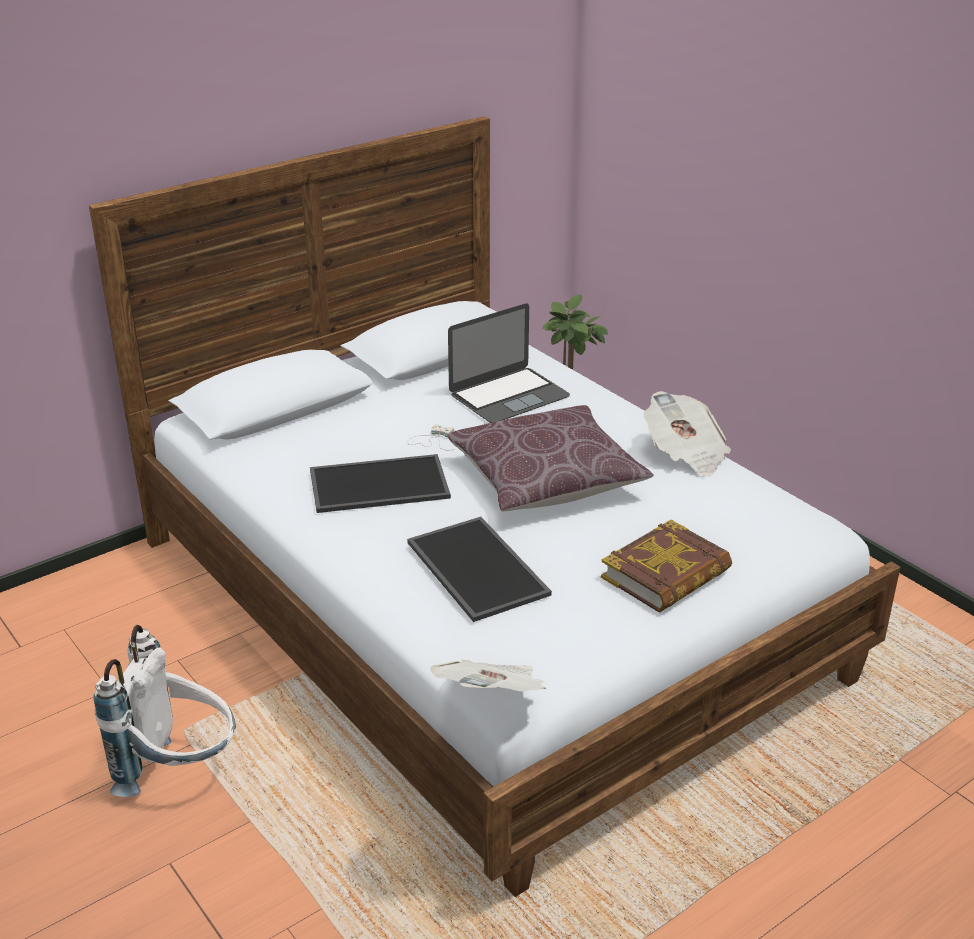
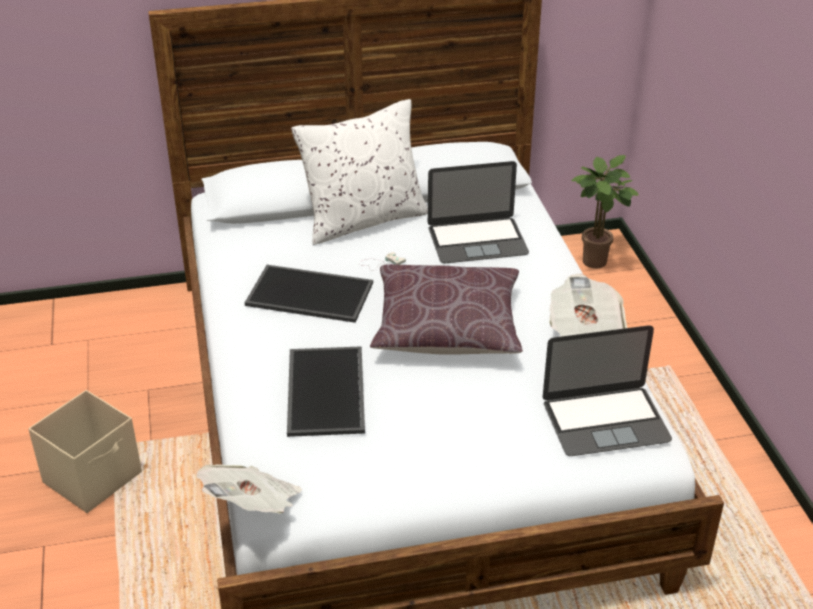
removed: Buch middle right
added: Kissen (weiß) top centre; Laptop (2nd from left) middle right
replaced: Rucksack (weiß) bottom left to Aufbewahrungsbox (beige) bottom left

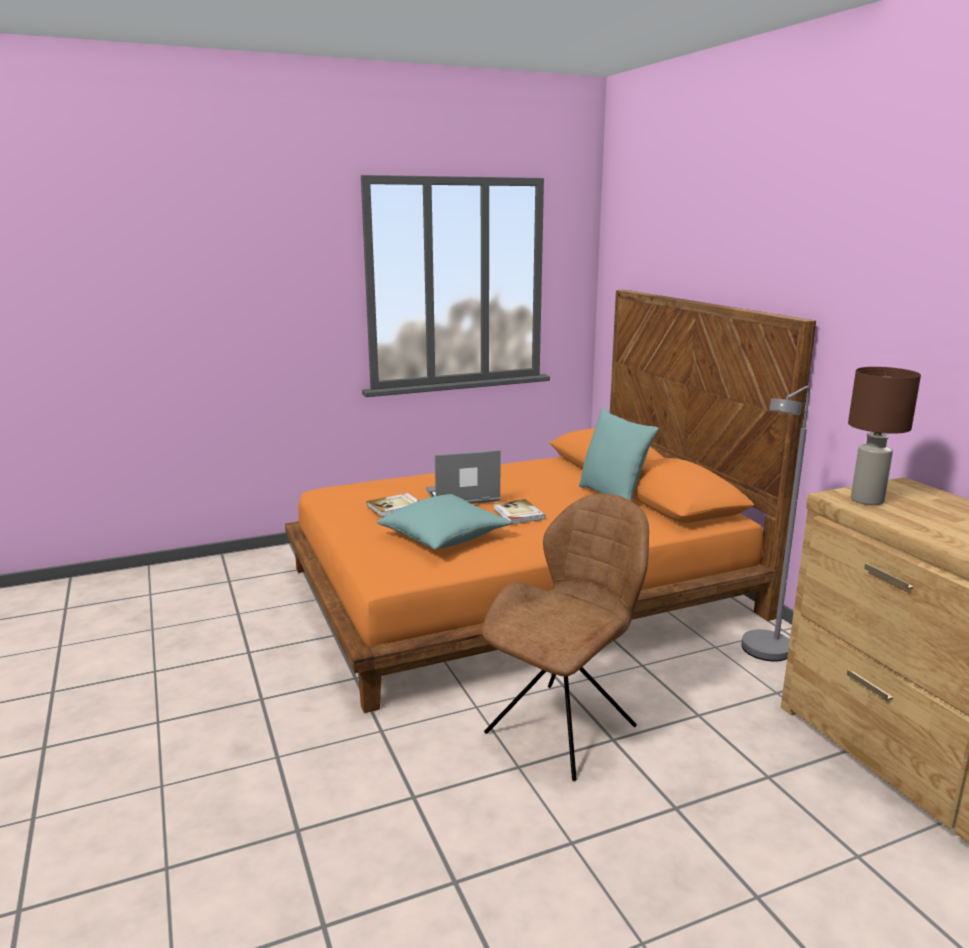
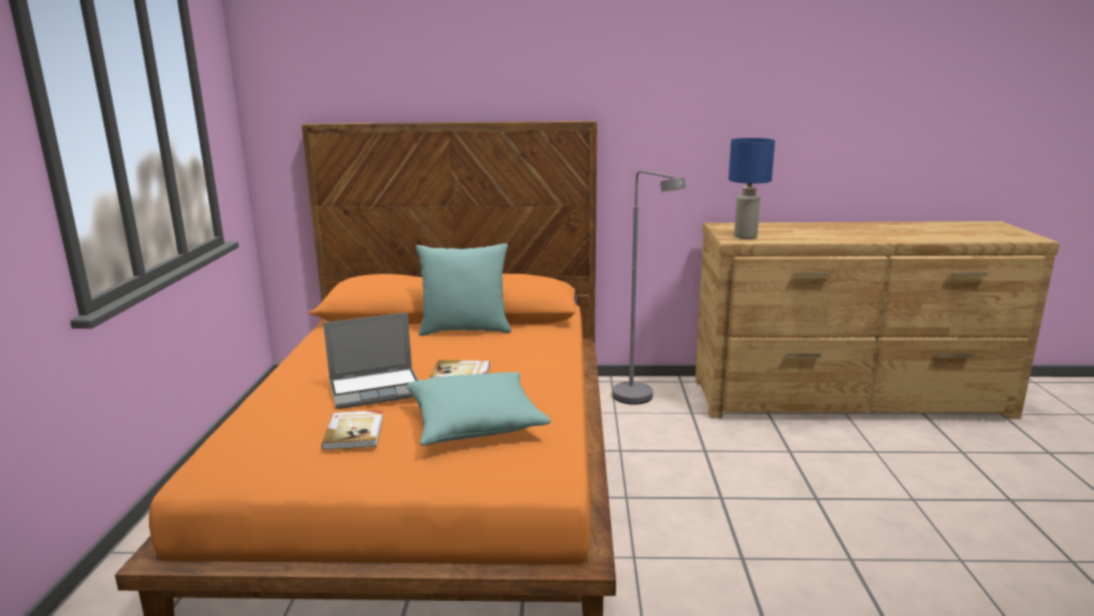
removed: Stuhl (braun) bottom centre
recoloured: Tischlampe (braun) middle right to Tischlampe (blau) top right
turned: Laptop centre = centre 120 degrees counterclockwise

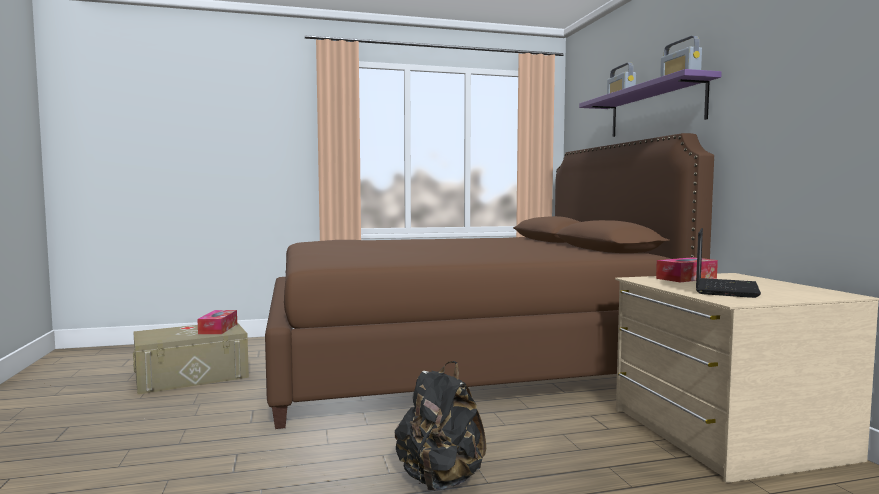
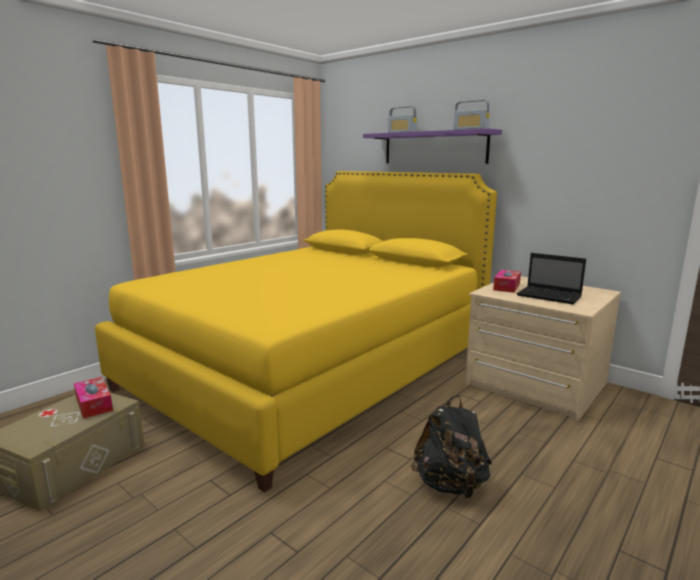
recoloured: Bett (braun) centre to Bett (gelb) centre
turned: Laptop middle right = middle right 135 degrees clockwise

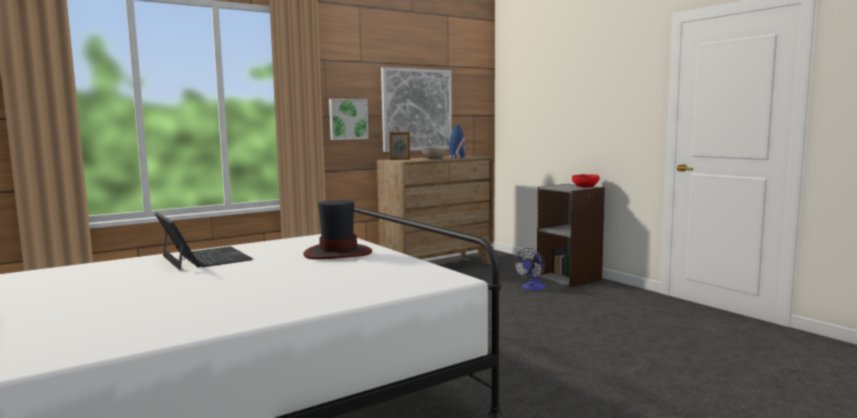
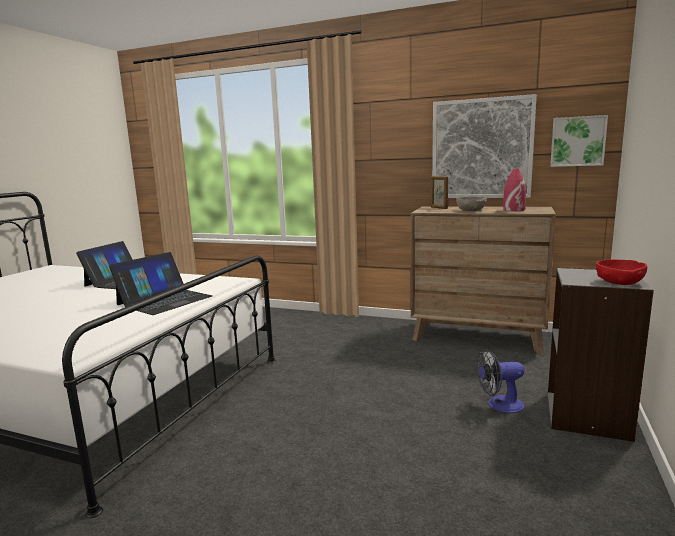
moved: Bild (1st from left in the first image) top centre to Bild (2nd from left) top right
replaced: Hut centre to Laptop (2nd from left) middle left
recoloured: Vase (blau) centre to Vase (rot) middle right

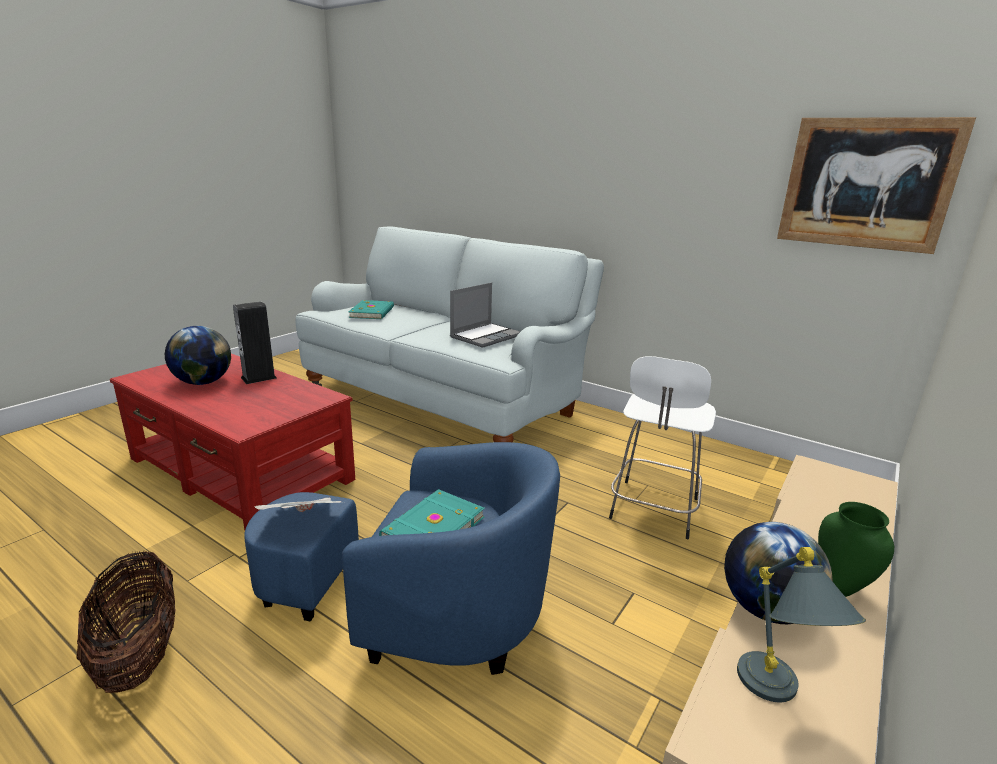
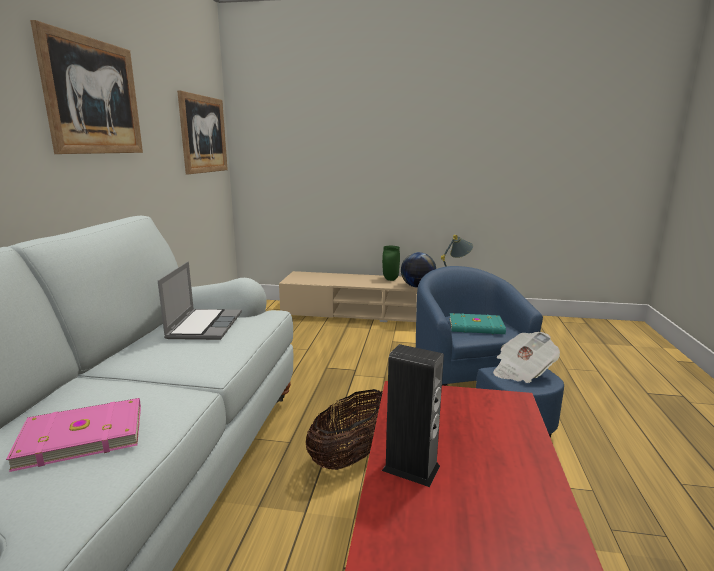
removed: Globus (1st from left) middle left; Hocker (weiß) centre
added: Bild (1st from left) top left
moved: Korb bottom left to bottom centre
recoloured: Buch (türkis) (1st from left) centre to Buch (rosa) bottom left
turned: Laptop centre = middle left 75 degrees clockwise

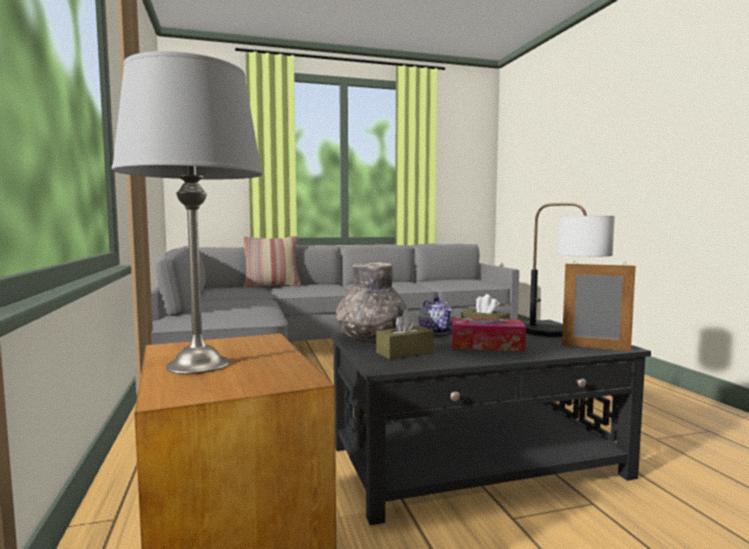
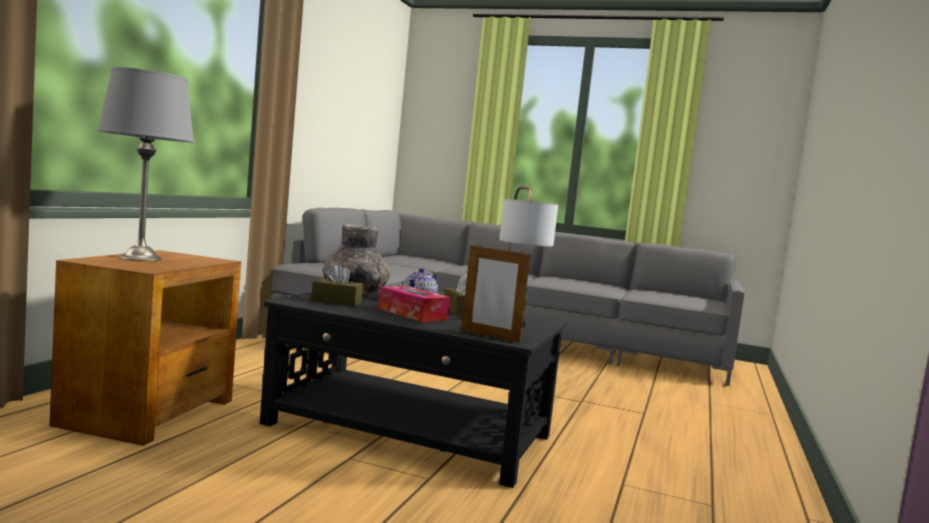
removed: Kissen centre
turned: Bilderrahmen middle right = centre 150 degrees clockwise

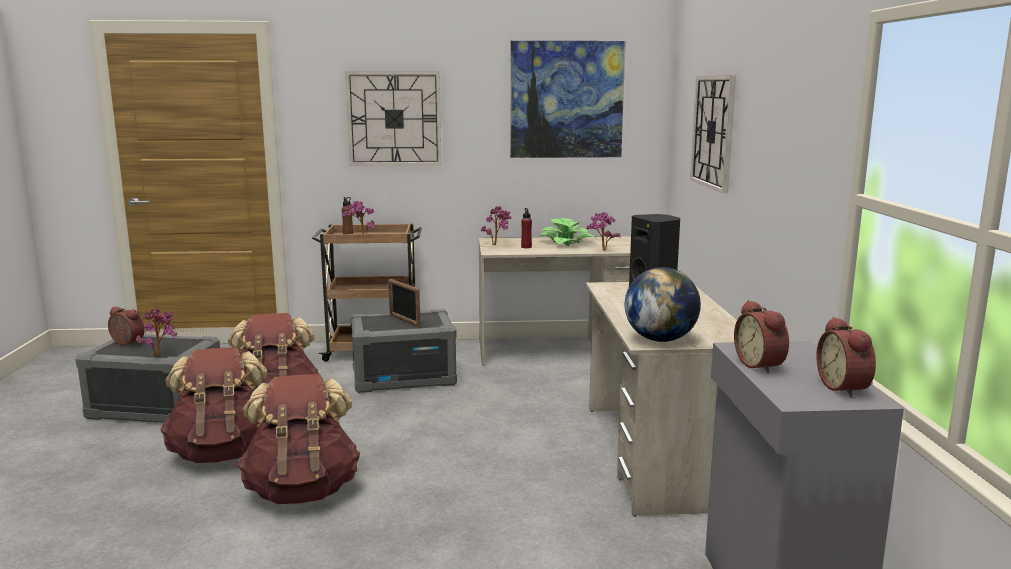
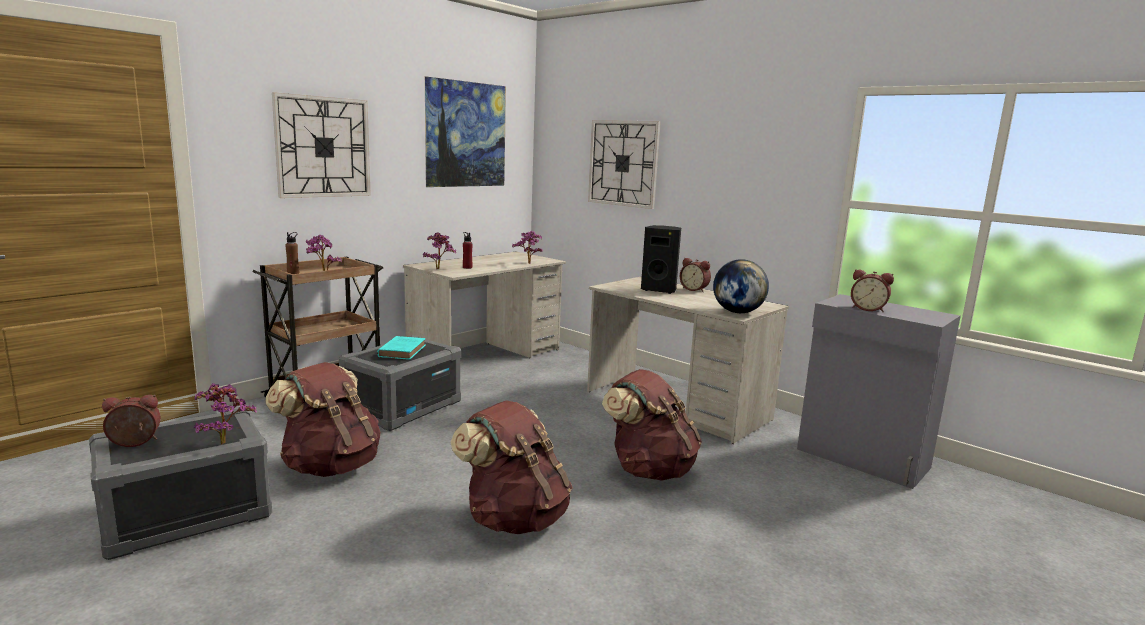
removed: Topfpflanze (4th from left) centre
moved: Wecker (3rd from left in the first image) middle right to Wecker (2nd from left) centre; Rucksack (braun) (1st from left in the first image) bottom left to Rucksack (braun) (3rd from left) bottom centre
replaced: Bilderrahmen centre to Buch (türkis) centre

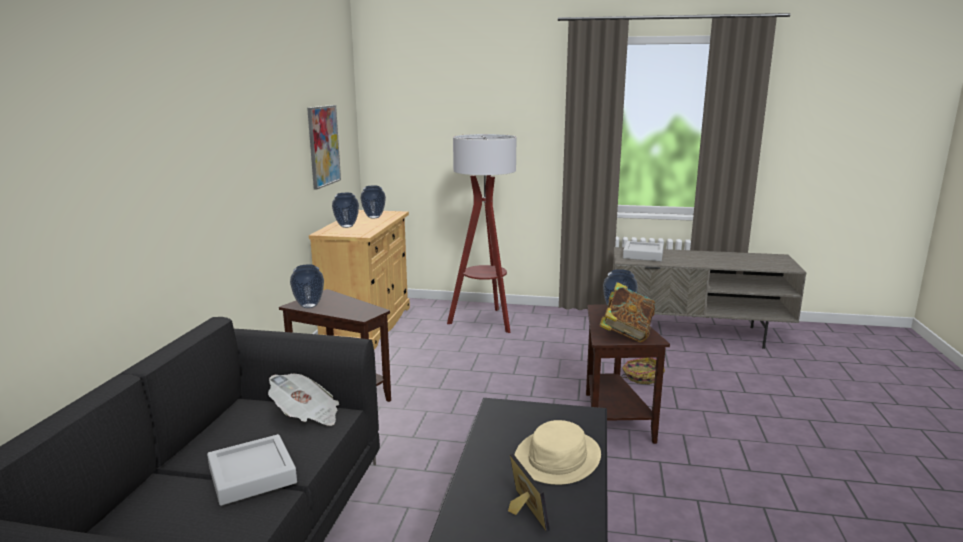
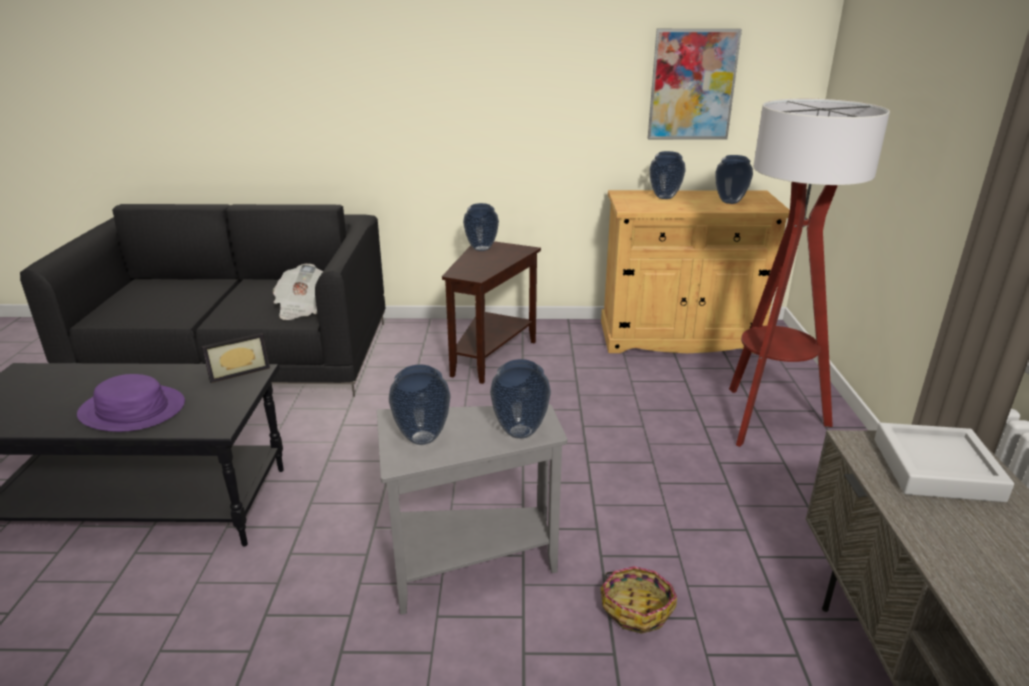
removed: Tablett (grau) (1st from left) bottom left
moved: Bilderrahmen bottom centre to middle left
replaced: Buch centre to Vase (1st from left) centre
recoloured: Beistelltisch (braun) (2nd from left) bottom centre to Beistelltisch (grau) bottom centre; Hut (beige) bottom centre to Hut (lila) middle left

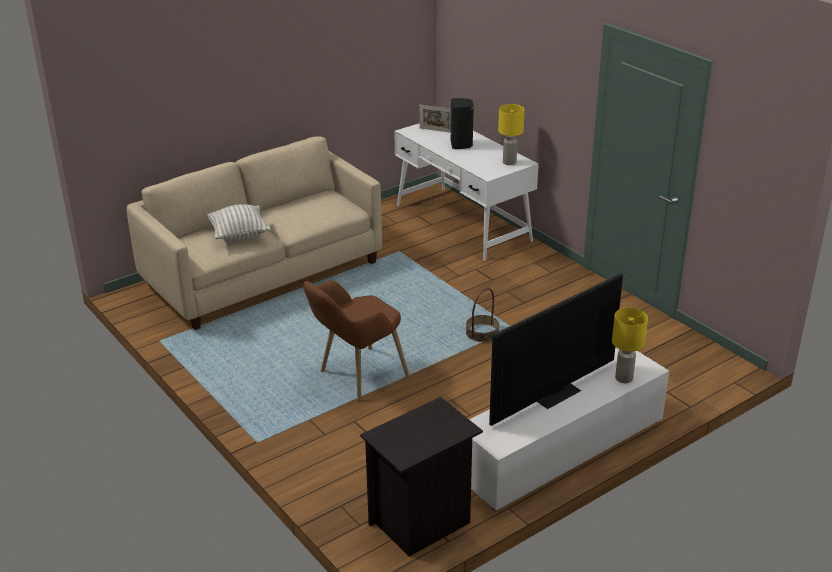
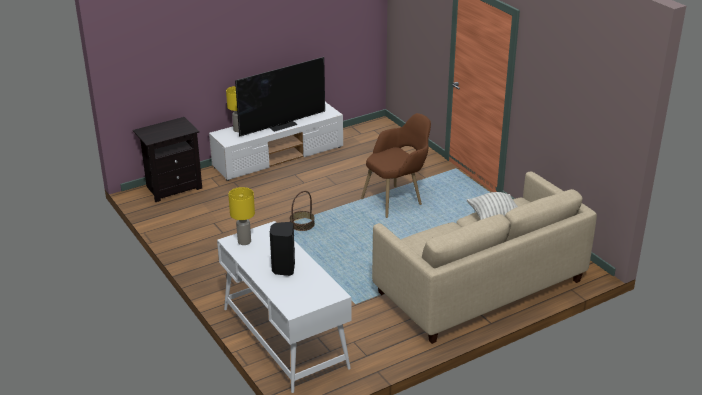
removed: Bilderrahmen top centre
moved: Nachttisch (schwarz) bottom centre to middle left

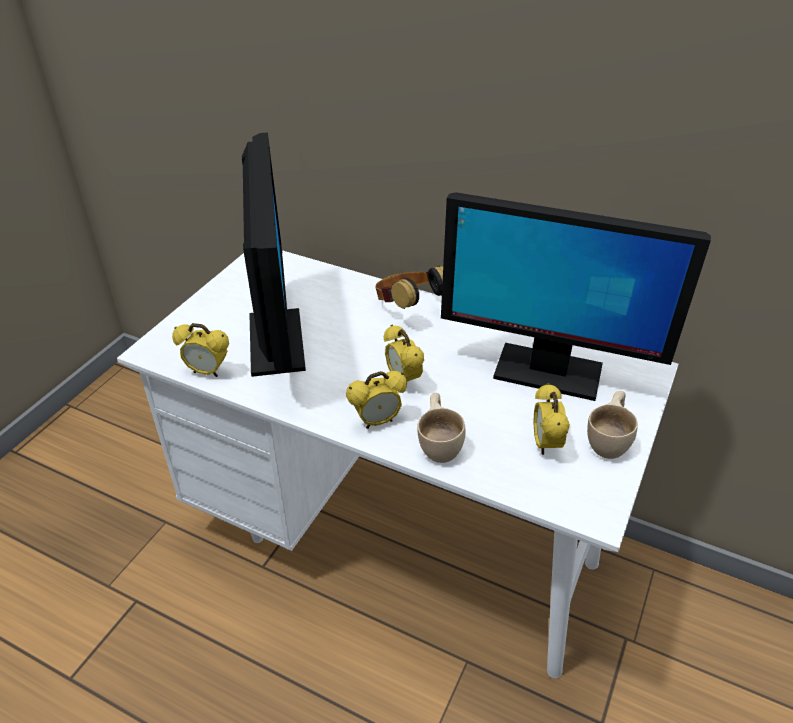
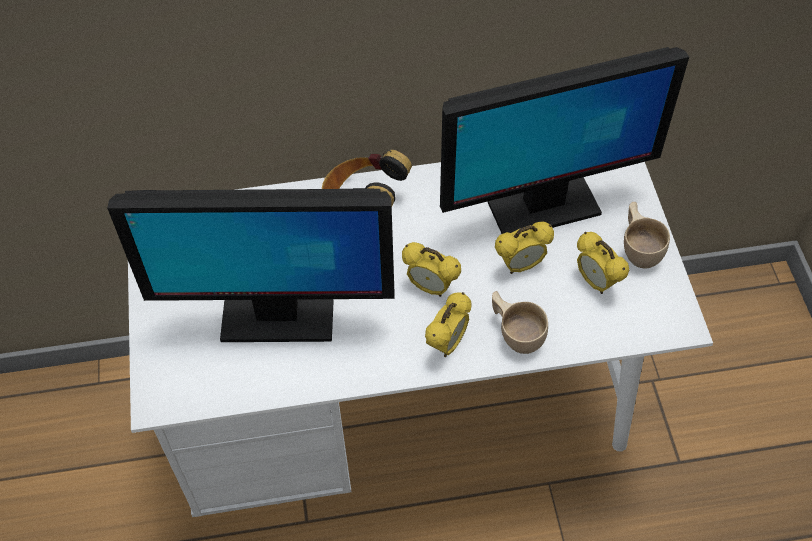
moved: Wecker (1st from left in the first image) middle left to Wecker (3rd from left) centre
turned: Monitor (1st from left) centre = middle left 135 degrees clockwise

